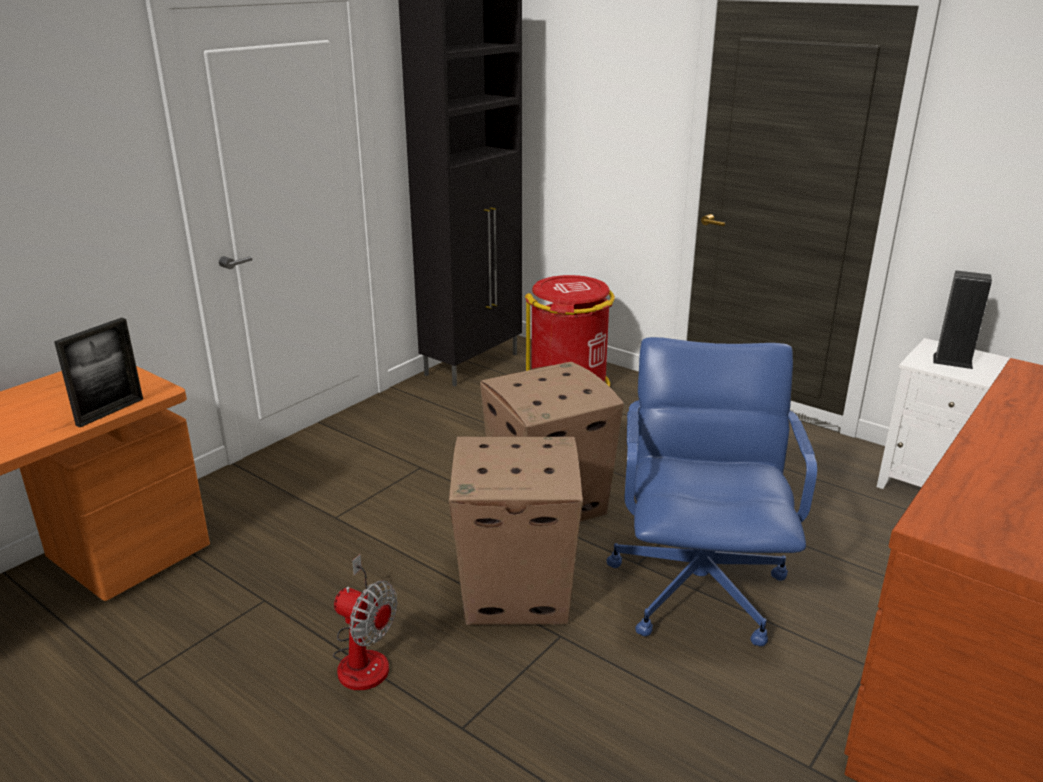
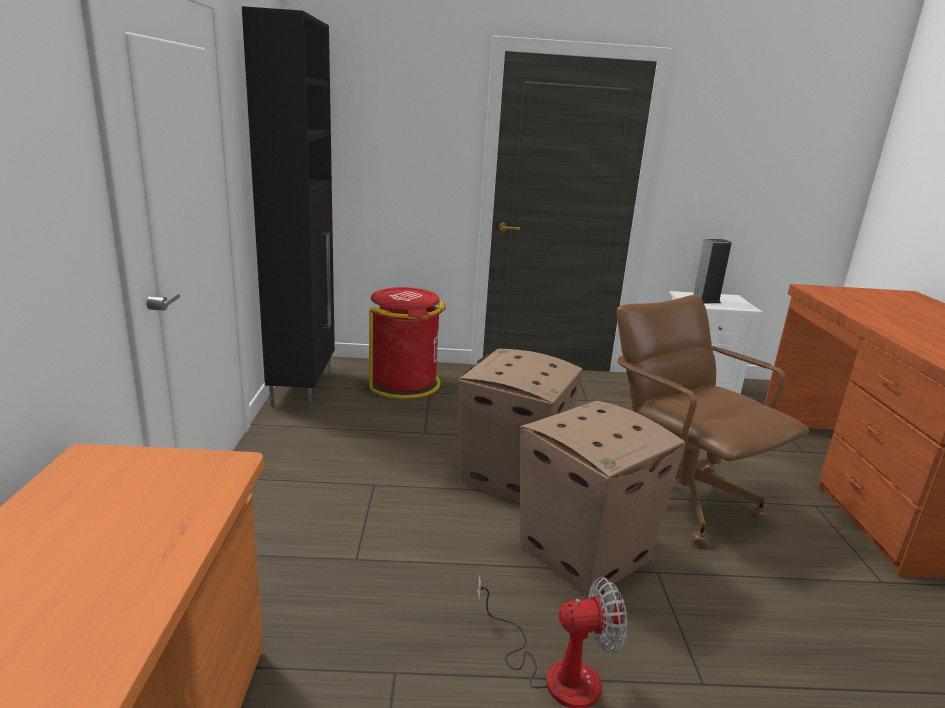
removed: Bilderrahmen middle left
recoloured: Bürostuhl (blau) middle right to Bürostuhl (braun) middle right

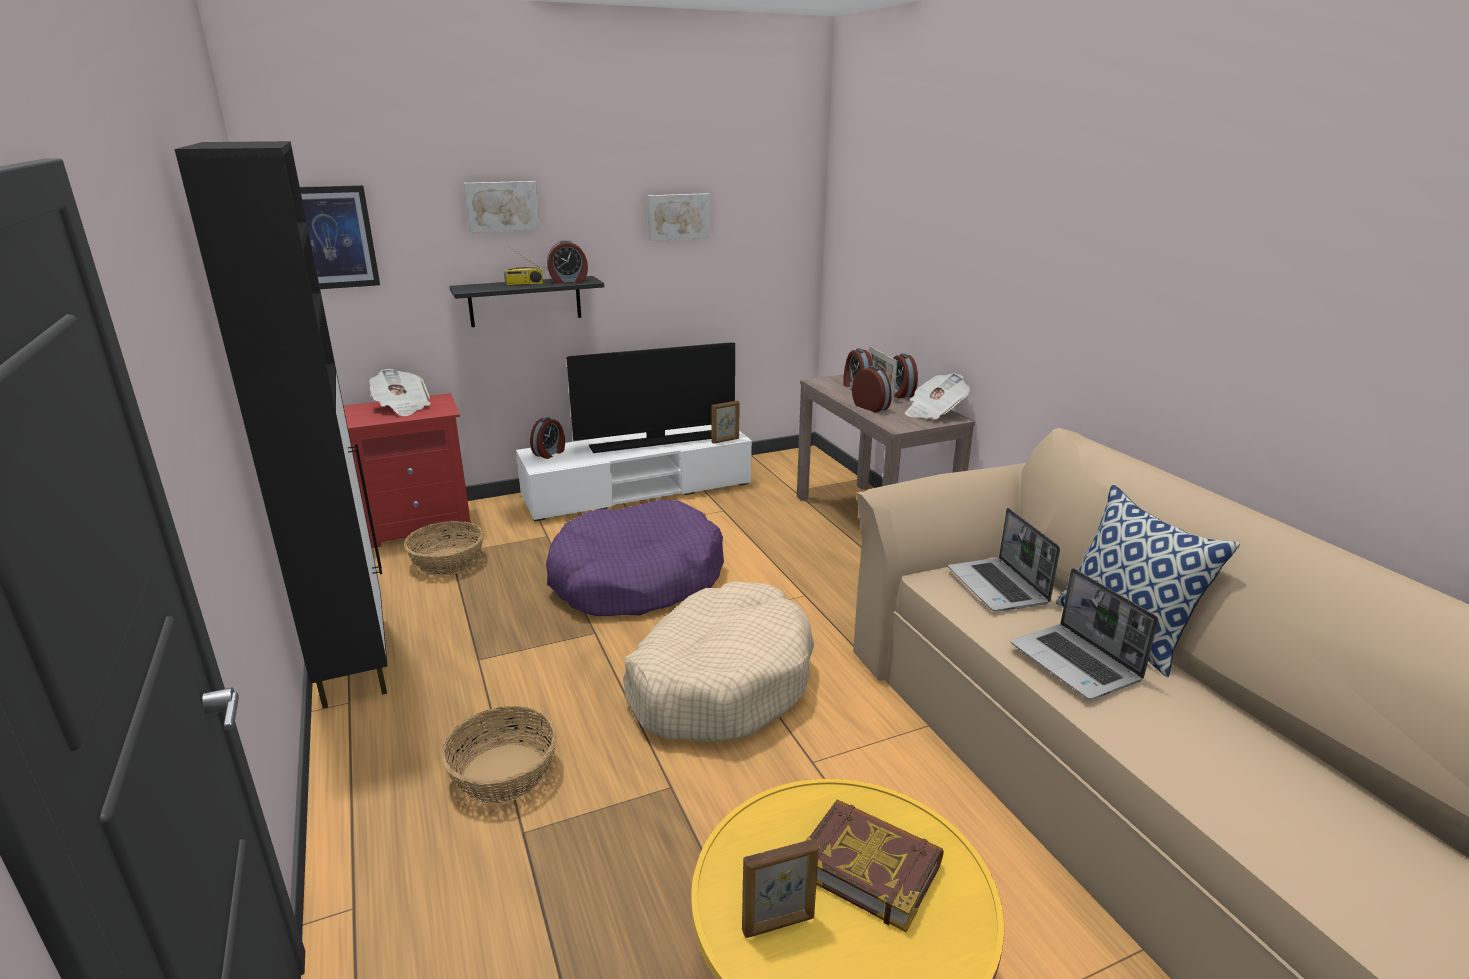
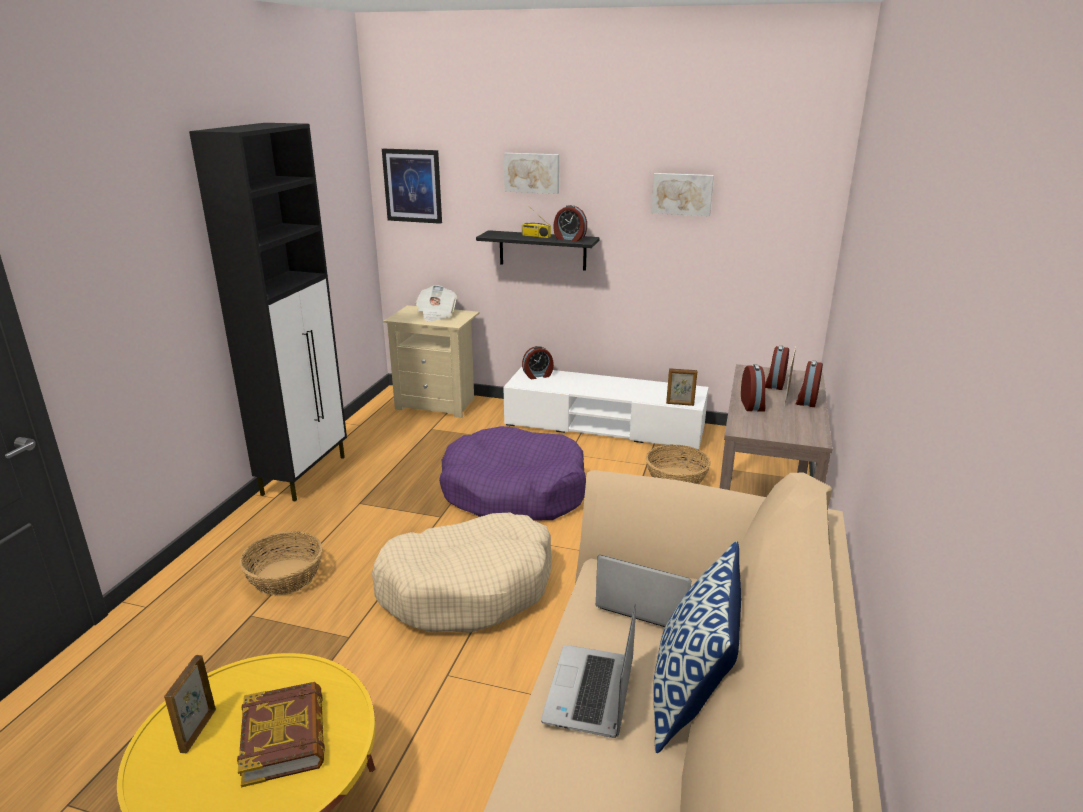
removed: Fernseher centre; Zeitung (2nd from left) centre
moved: Korb (1st from left in the first image) middle left to Korb (2nd from left) centre
recoloured: Nachttisch (rot) middle left to Nachttisch (beige) centre
turned: Laptop (1st from left in the first image) middle right = bottom centre 90 degrees clockwise; Bilderrahmen (2nd from left in the first image) bottom centre = bottom left 75 degrees clockwise

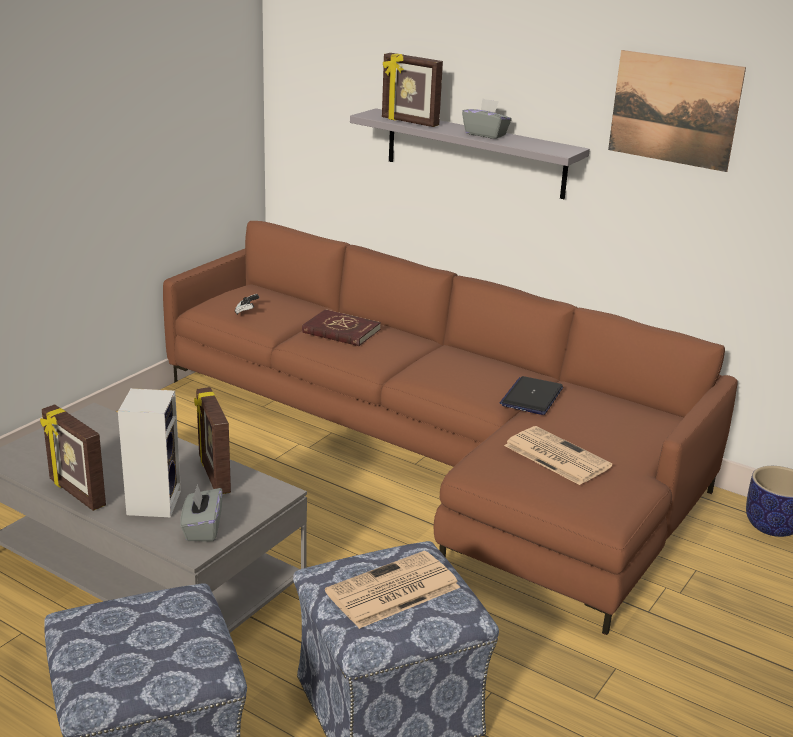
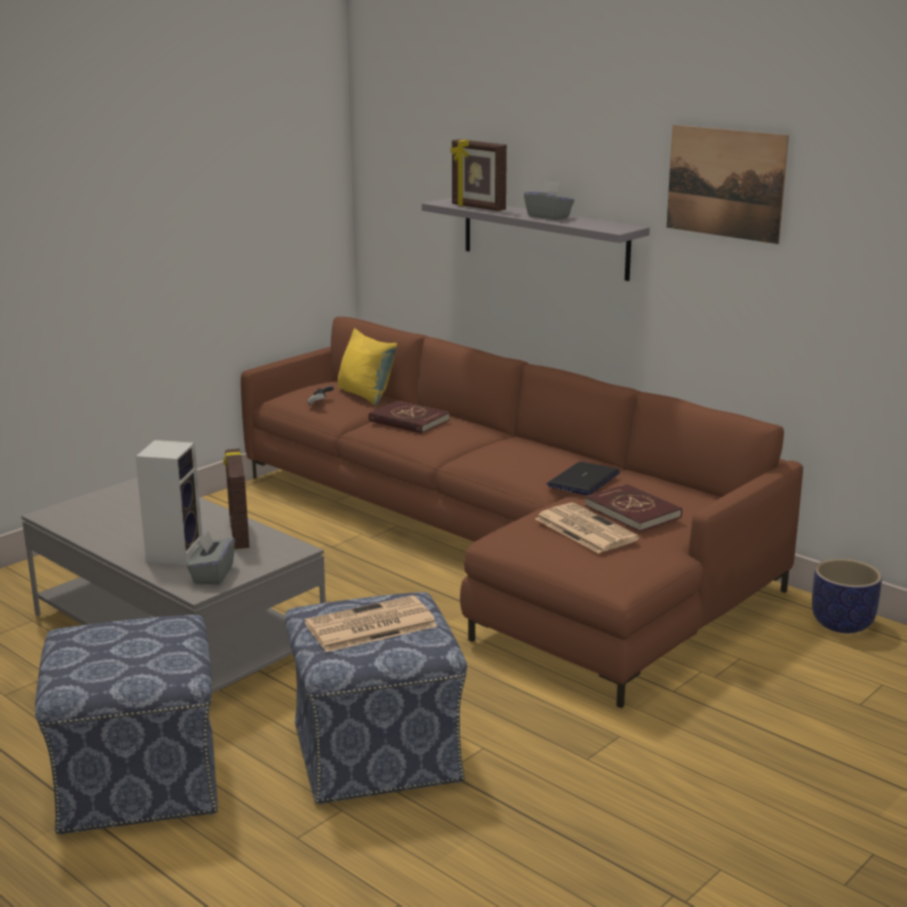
removed: Bilderrahmen (1st from left) middle left
added: Kissen (gelb) centre; Buch (rot) (2nd from left) middle right

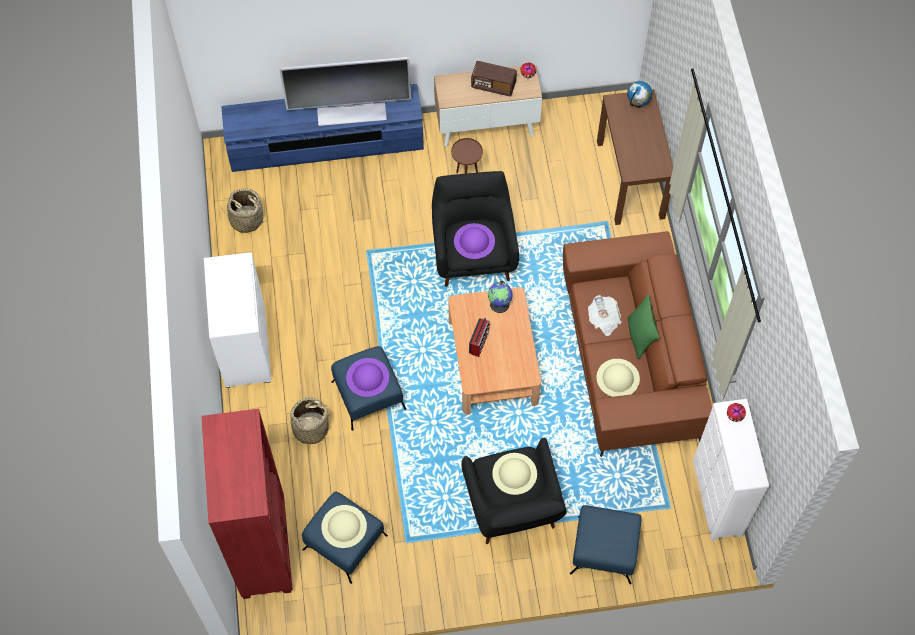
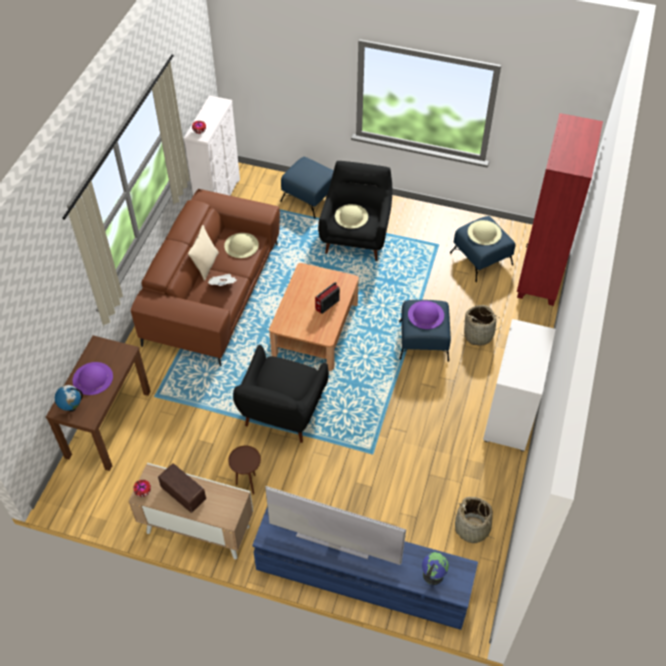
moved: Hut (lila) (2nd from left in the first image) centre to Hut (lila) (1st from left) middle left; Globus (1st from left in the first image) centre to Globus (2nd from left) bottom centre
recoloured: Kissen (grün) middle right to Kissen (beige) middle left

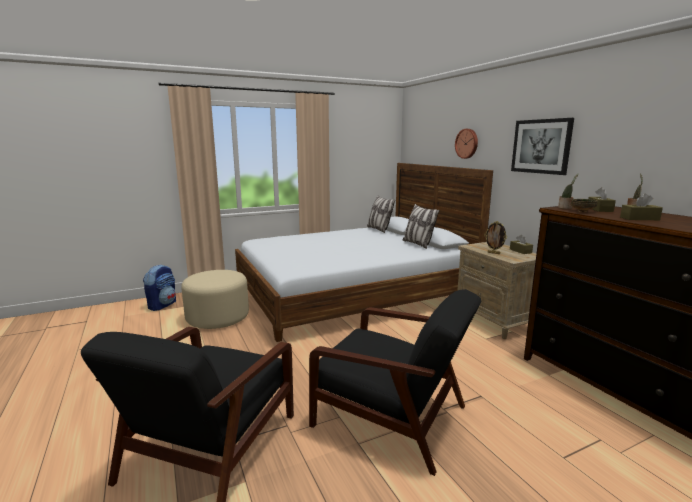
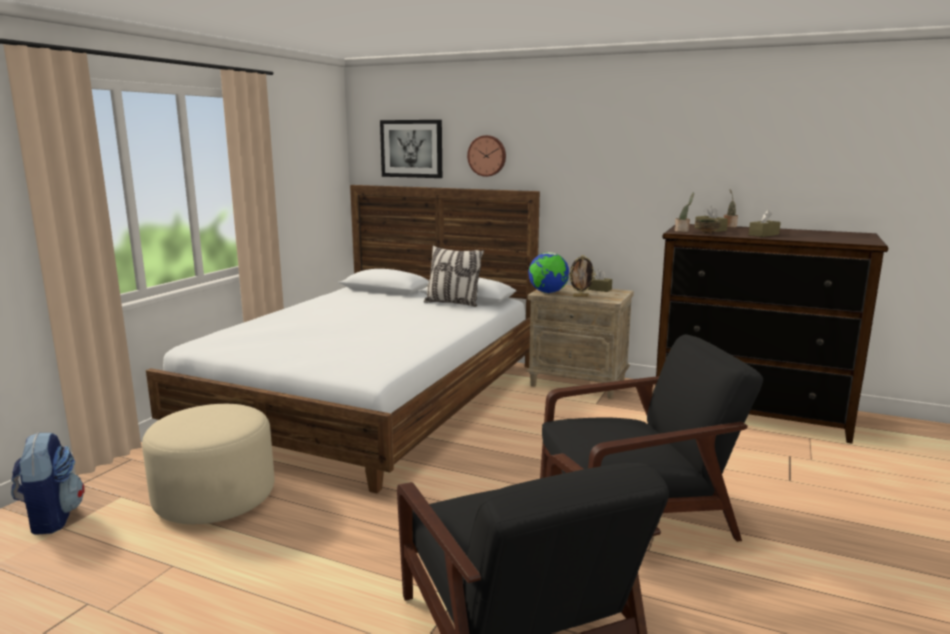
removed: Kissen (1st from left) centre
added: Globus centre
moved: Bild top right to top centre

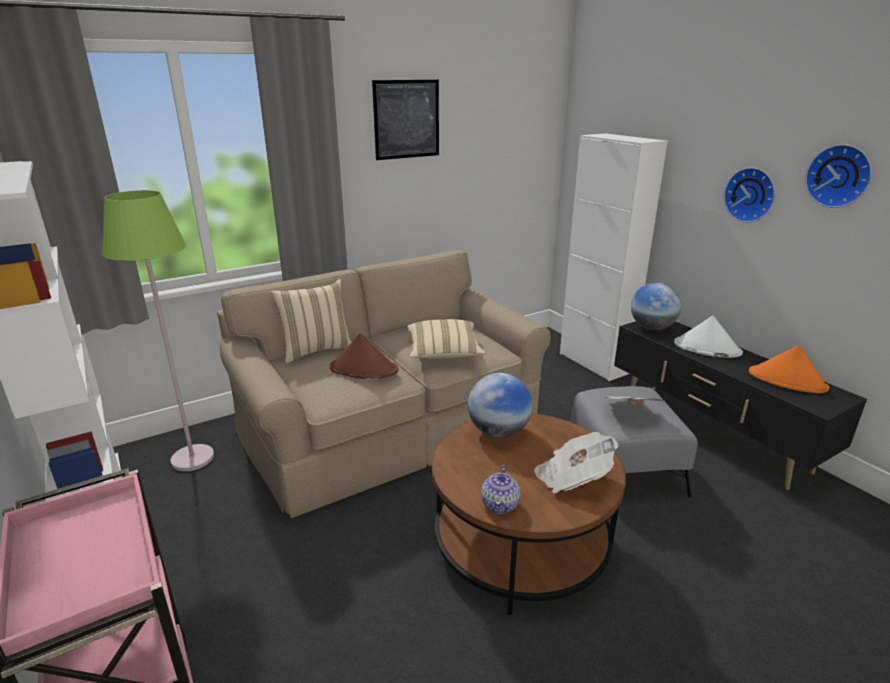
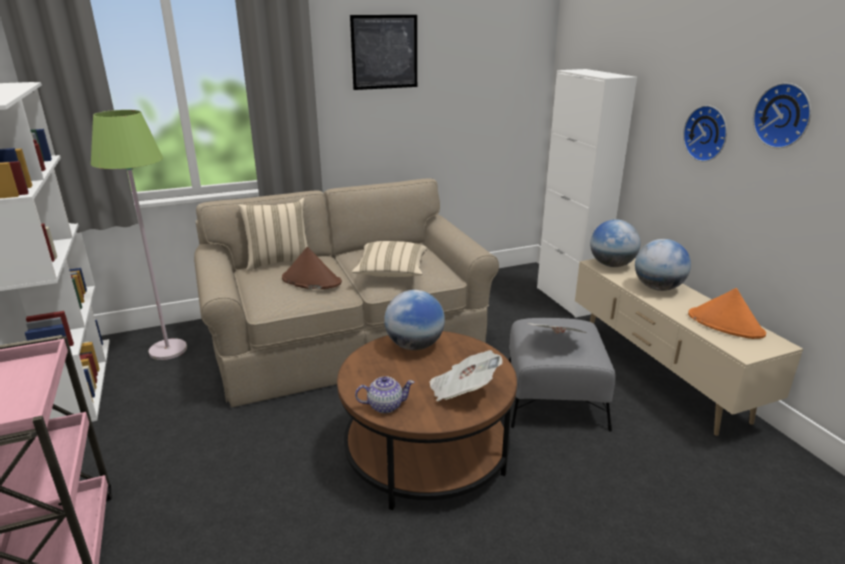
replaced: Hut (weiß) middle right to Globus (3rd from left) middle right
recoloured: Fernsehschrank (schwarz) middle right to Fernsehschrank (beige) middle right
turned: Teekanne bottom centre = bottom centre 120 degrees counterclockwise

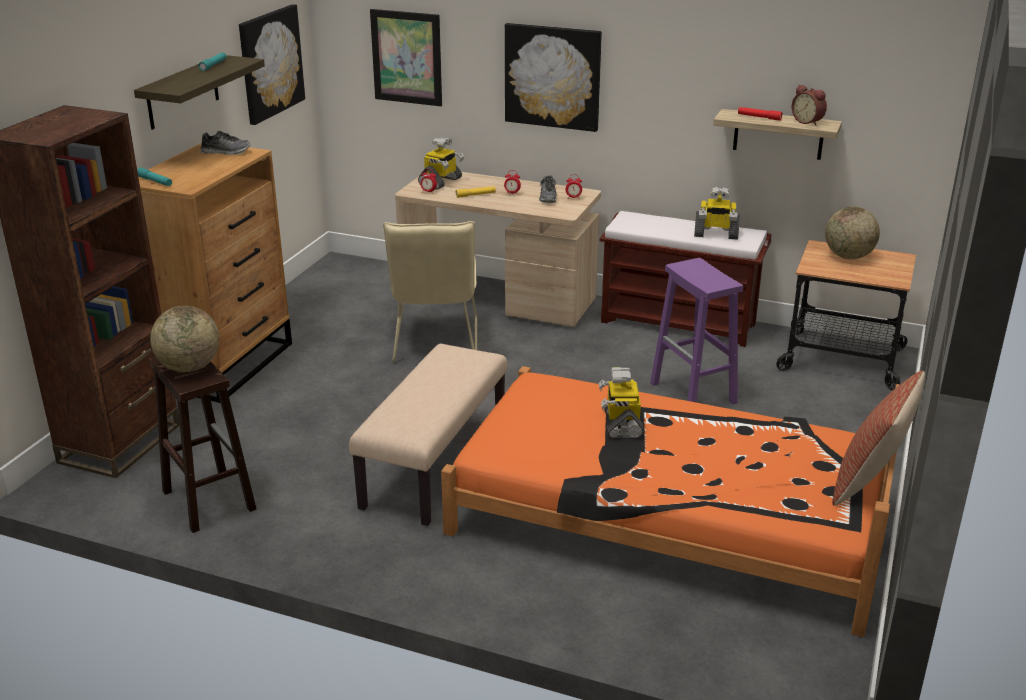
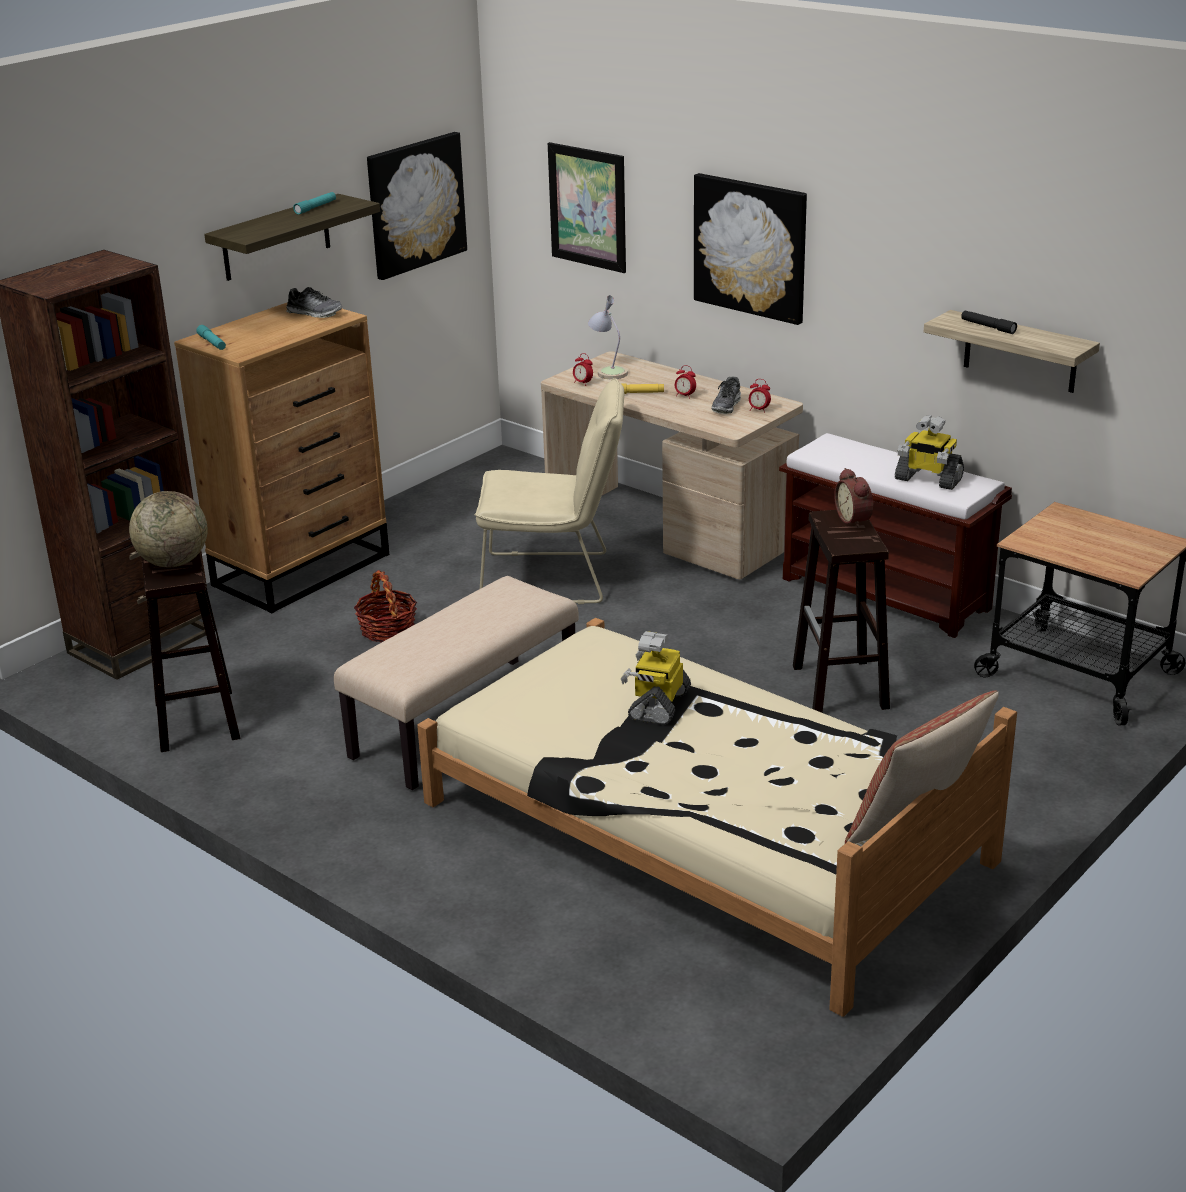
removed: Globus (2nd from left) top right
added: Korb middle left
moved: Wecker (4th from left) top right to middle right
replaced: Spielzeugroboter (1st from left) top centre to Tischlampe top centre
recoloured: Taschenlampe (rot) top right to Taschenlampe (schwarz) top right; Hocker (lila) middle right to Hocker (braun) (2nd from left) middle right; Bett (orange) bottom centre to Bett (beige) bottom centre
turned: Stuhl (beige) centre = centre 105 degrees counterclockwise

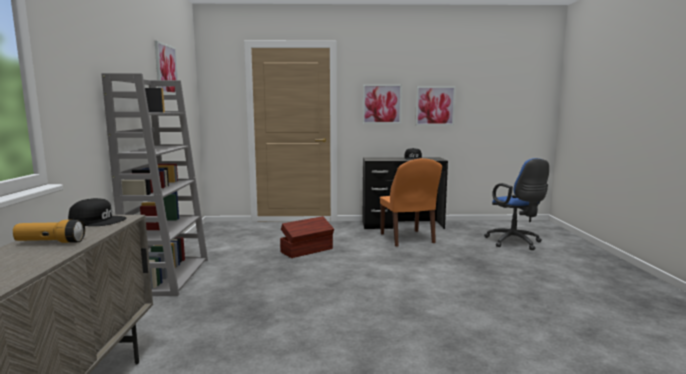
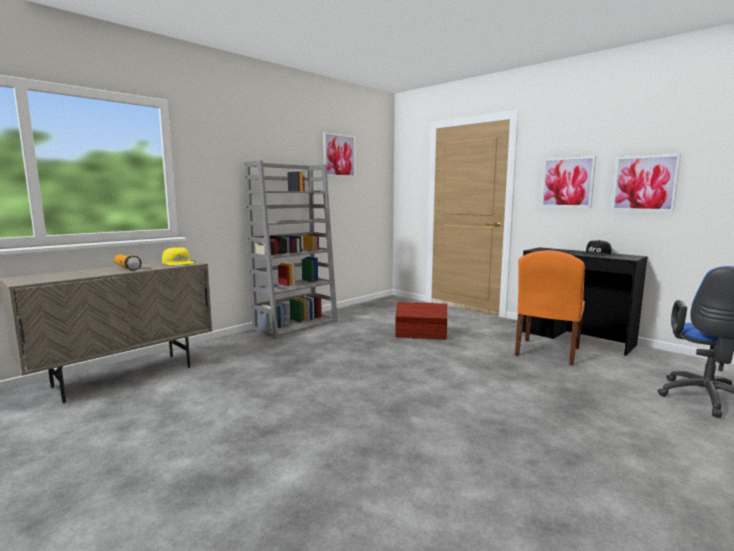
recoloured: Kappe (schwarz) (1st from left) middle left to Kappe (gelb) middle left

